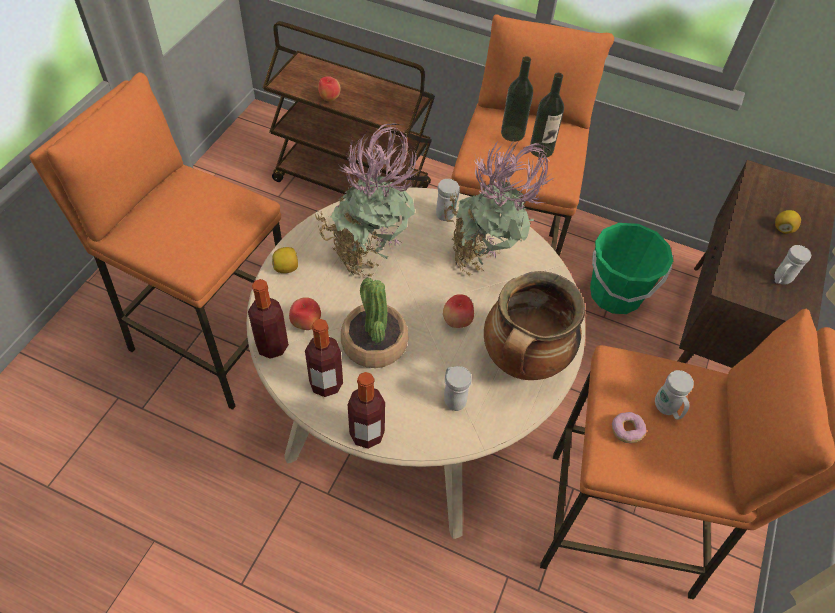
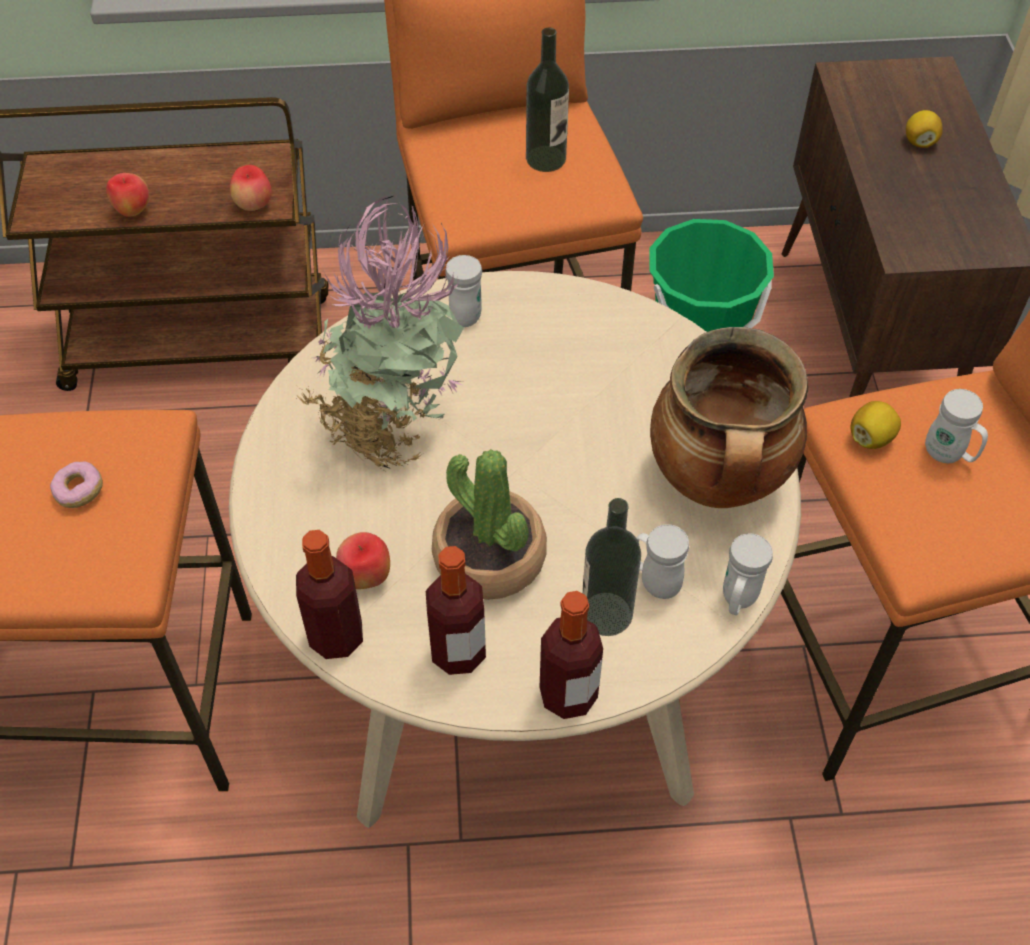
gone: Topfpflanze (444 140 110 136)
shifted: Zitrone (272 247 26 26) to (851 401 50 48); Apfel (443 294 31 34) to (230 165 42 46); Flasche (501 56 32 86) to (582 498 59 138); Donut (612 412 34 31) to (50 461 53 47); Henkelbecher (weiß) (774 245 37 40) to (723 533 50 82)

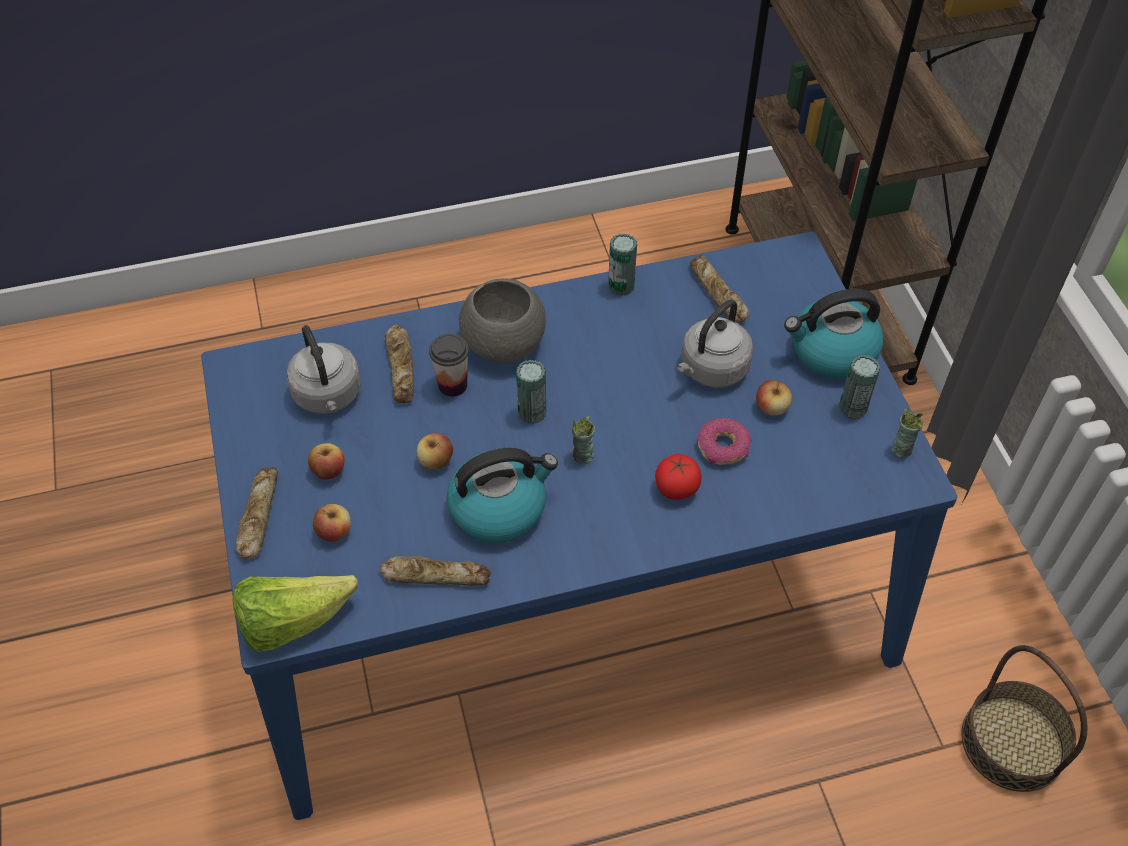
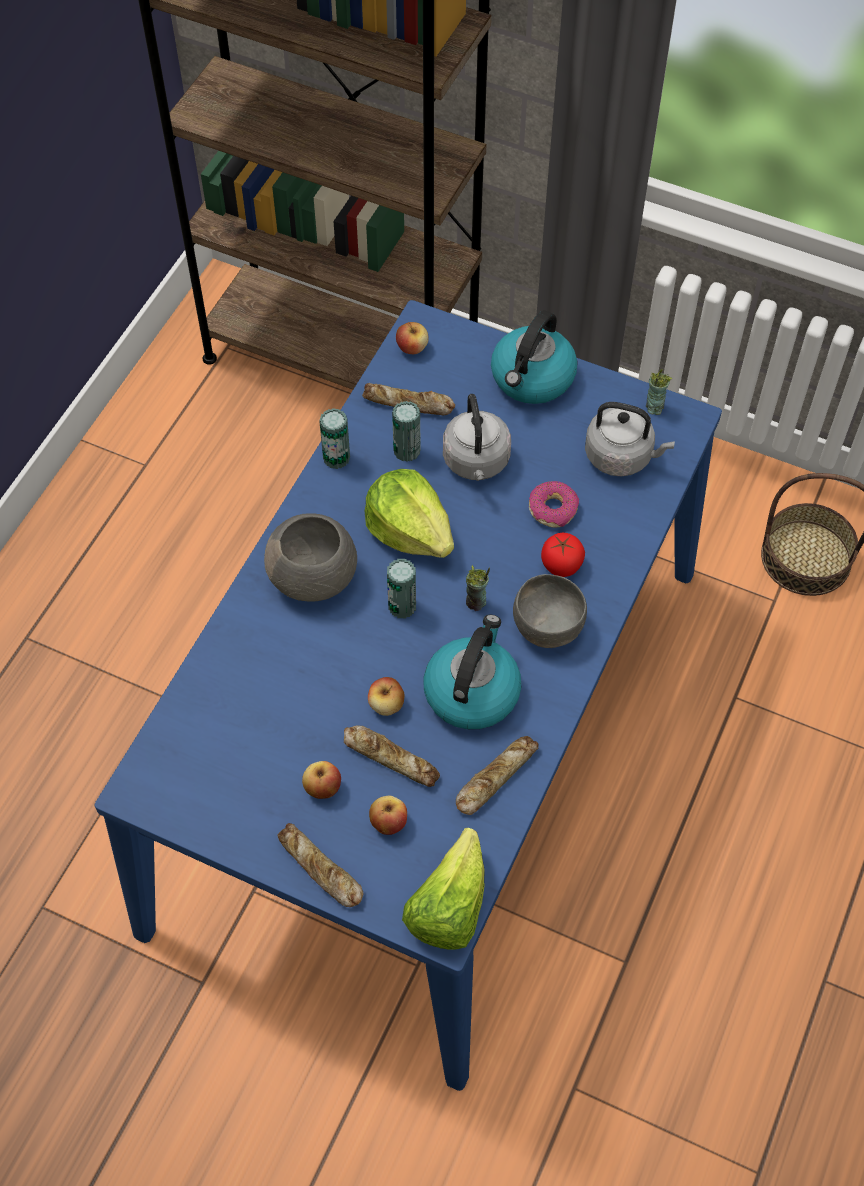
gone: Tasse (429 333 40 64)
new: Salatkopf (365 469 89 89); Schüssel (grau) (513 574 74 74)
shifted: Wasserkessel (grau) (286 325 75 89) to (585 402 90 75); Brot (385 324 29 79) to (344 725 96 62); Apfel (756 380 36 35) to (396 322 33 32); Dose (839 355 41 64) to (392 401 29 61)

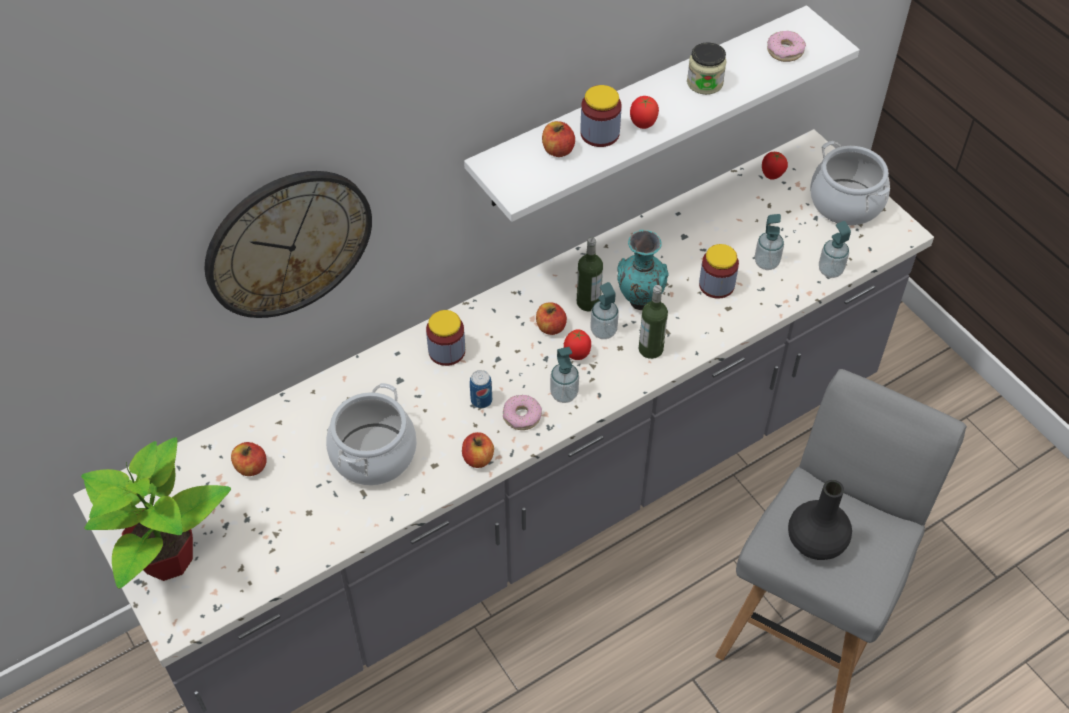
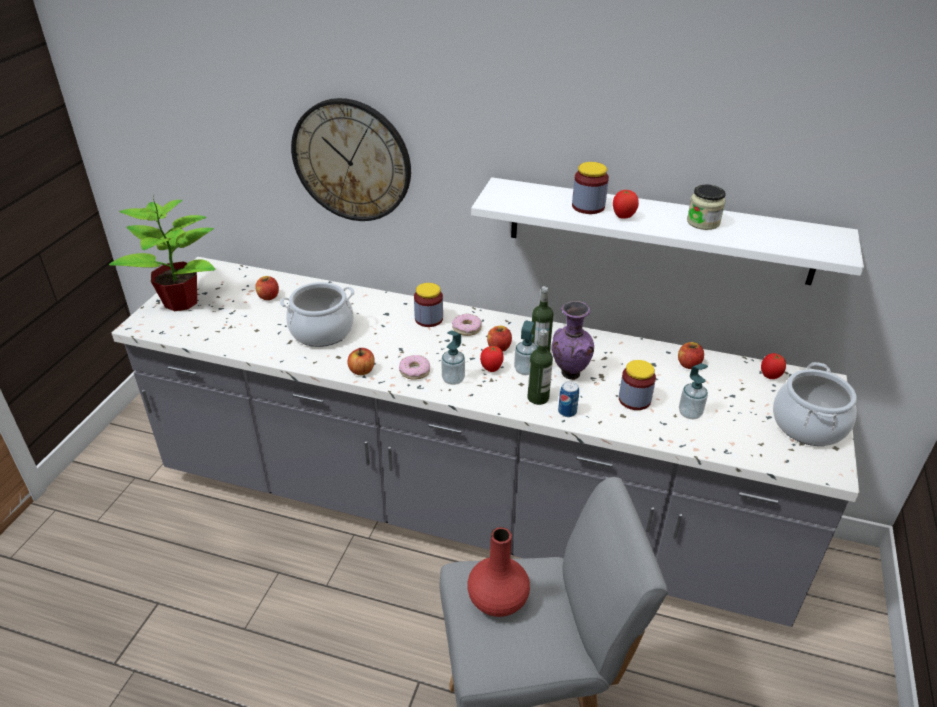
gone: Seifenspender (819 221 32 57)
shifted: Dose (470 370 22 38) to (558 381 21 36); Apfel (542 121 33 36) to (678 342 26 27); Donut (767 31 39 31) to (452 314 30 22)
repainted: Vase (türkis) (617 230 52 80) to Vase (lila) (552 301 42 79); Vase (schwarz) (788 480 64 80) to Vase (rot) (467 527 63 90)

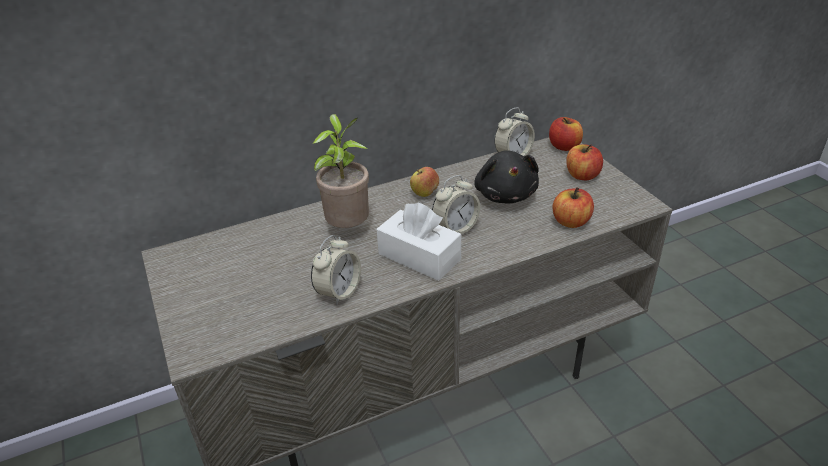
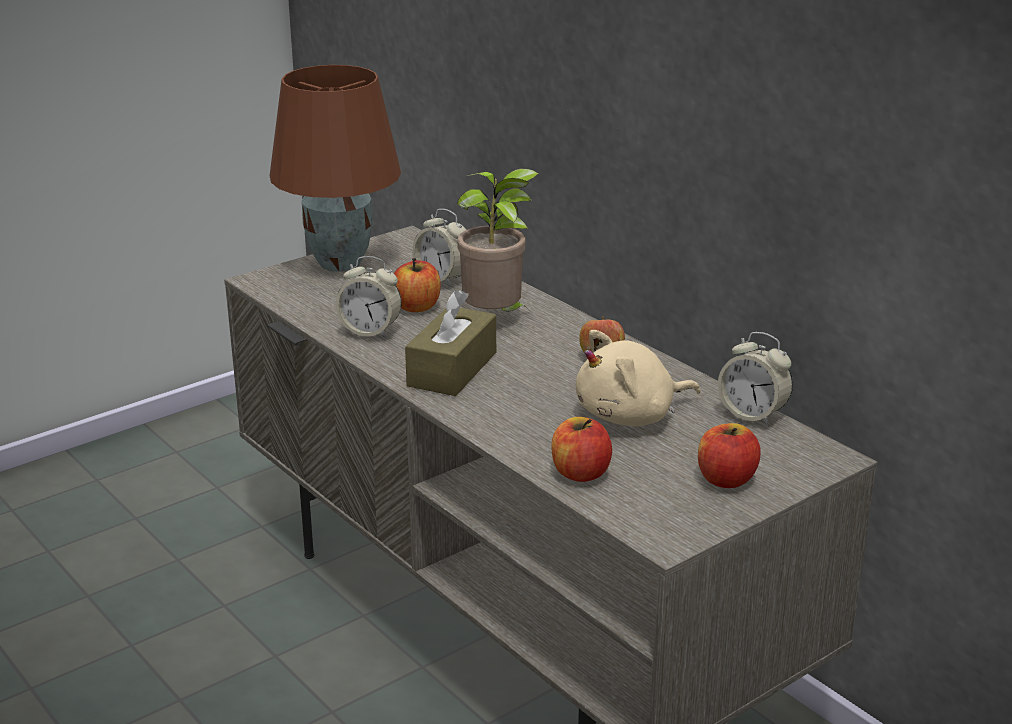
new: Tischlampe (braun) (270 65 131 207)
shifted: Wecker (432 175 48 59) to (412 209 54 79); Apfel (549 117 34 34) to (394 258 47 54)
repainted: Taschentuchbox (weiß) (377 202 84 79) to Taschentuchbox (braun) (405 290 91 106); Plüschtier (schwarz) (474 150 65 54) to Plüschtier (beige) (576 330 125 96)

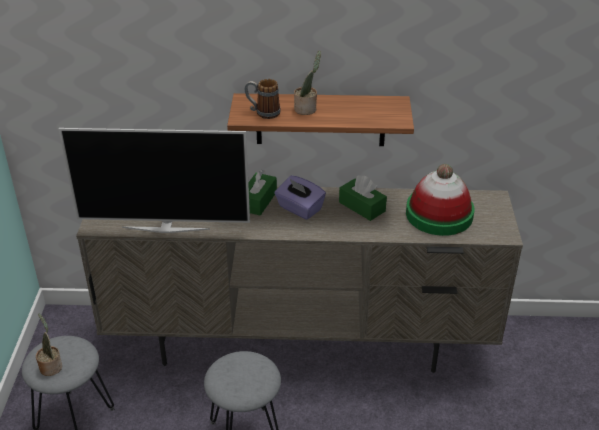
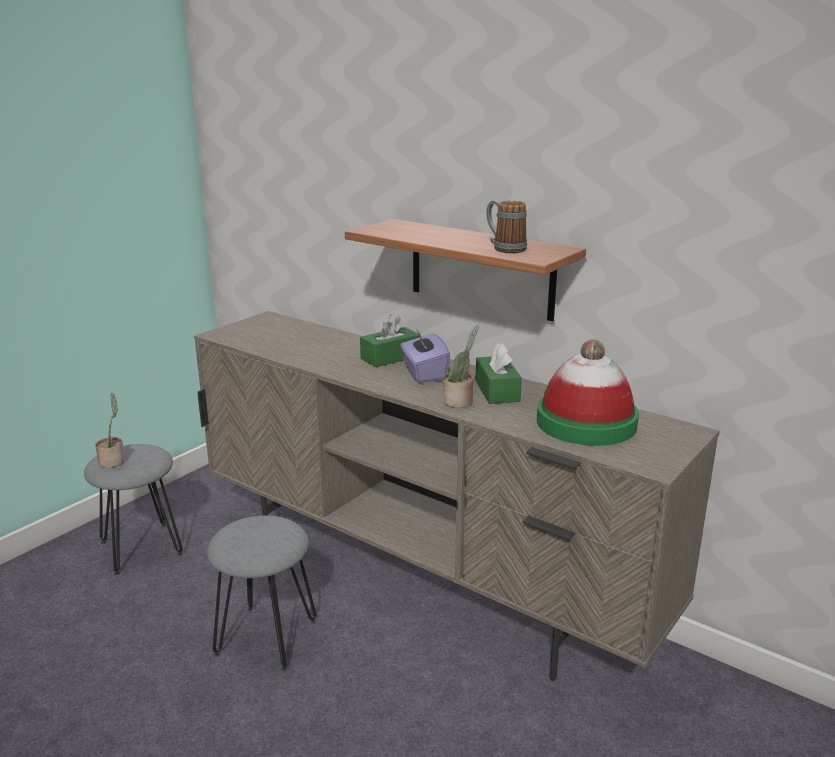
gone: Fernseher (59 128 191 105)
shifted: Henkelbecher (245 79 36 40) to (486 200 41 53); Topfpflanze (294 51 27 64) to (443 325 36 83)

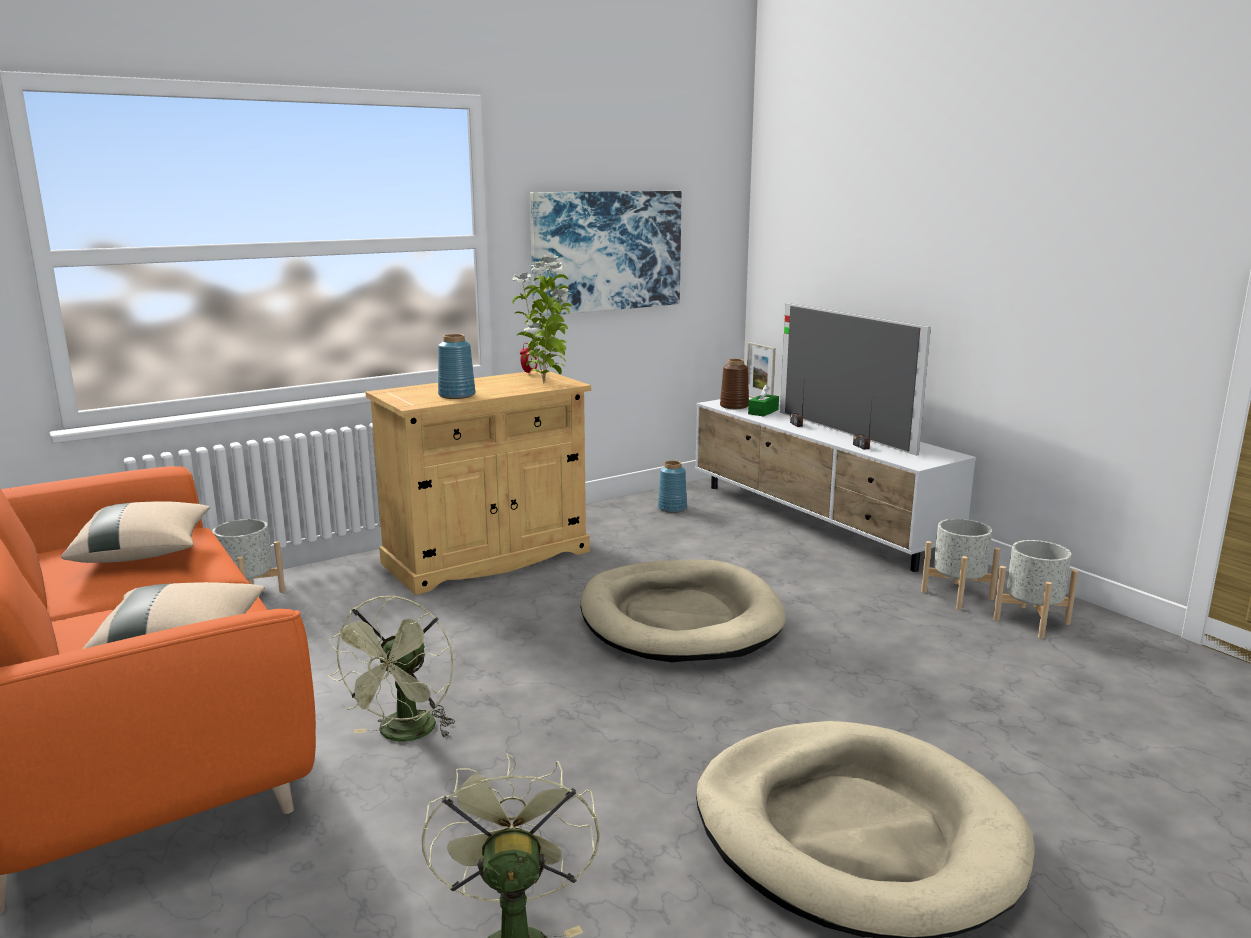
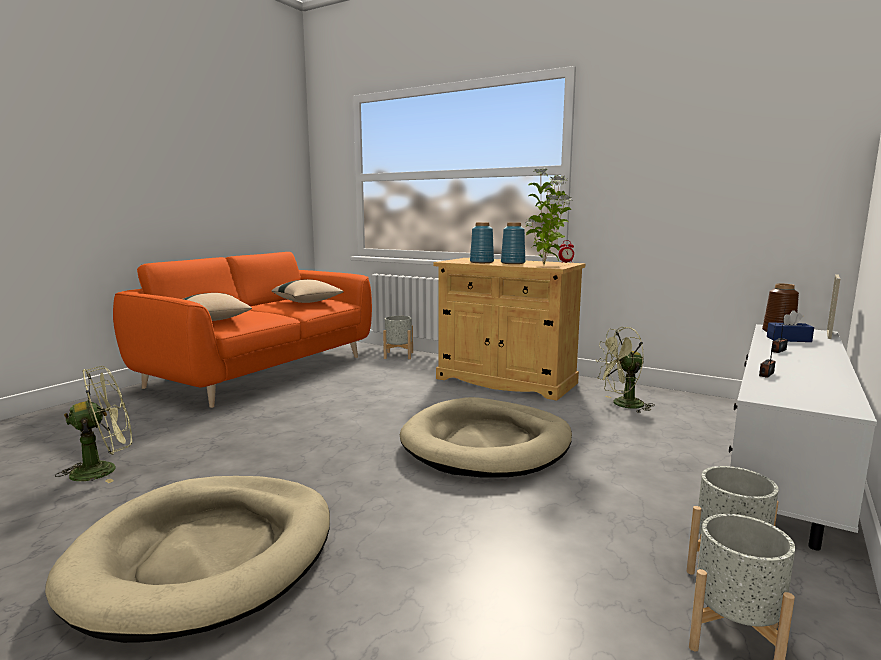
gone: Bild (530 191 152 126); Fernseher (780 303 151 153)
shifted: Ventilator (grün) (328 595 127 146) to (596 327 59 86); Vase (blau) (658 460 29 53) to (501 222 24 42)
repainted: Taschentuchbox (grün) (748 384 31 33) to Taschentuchbox (blau) (767 310 47 32)

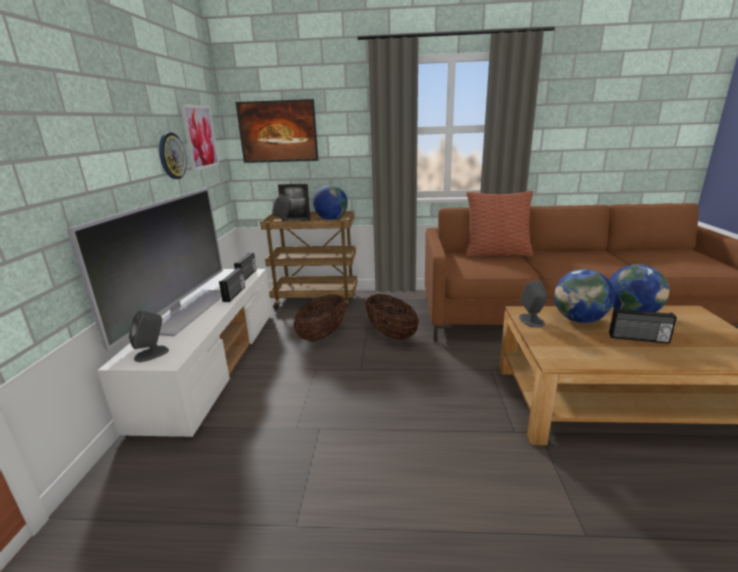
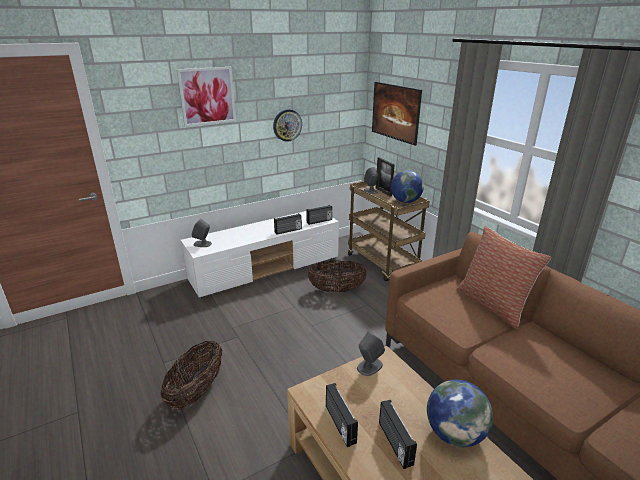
gone: Fernseher (67 187 156 164); Globus (554 269 61 54)
new: Radio (326 383 32 64)
shifted: Bild (180 104 39 67) to (177 67 59 60); Korb (366 294 53 46) to (161 341 61 68)

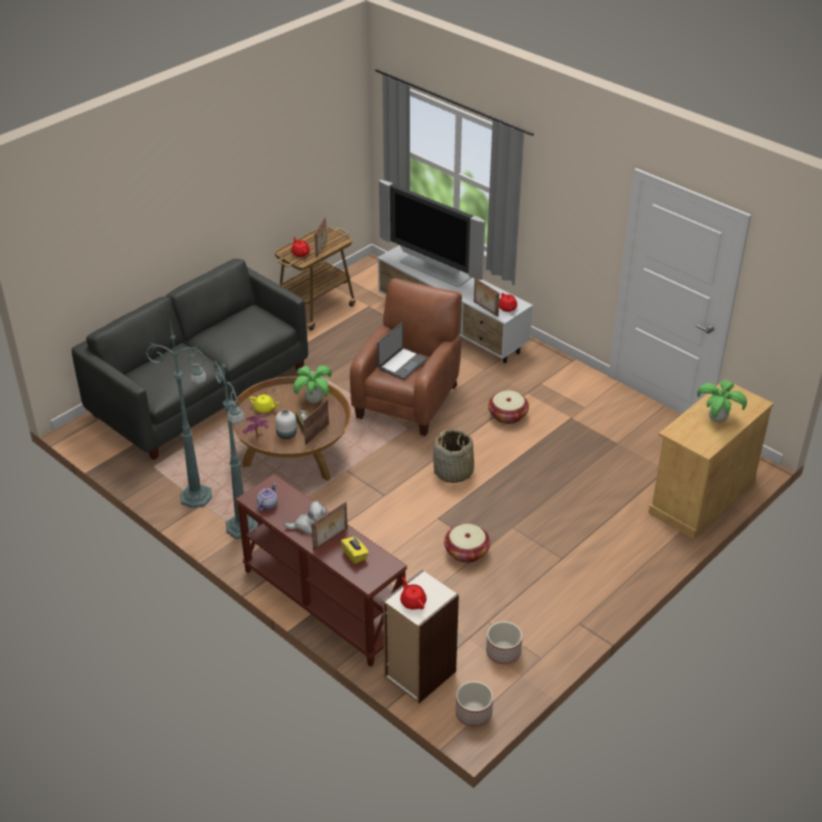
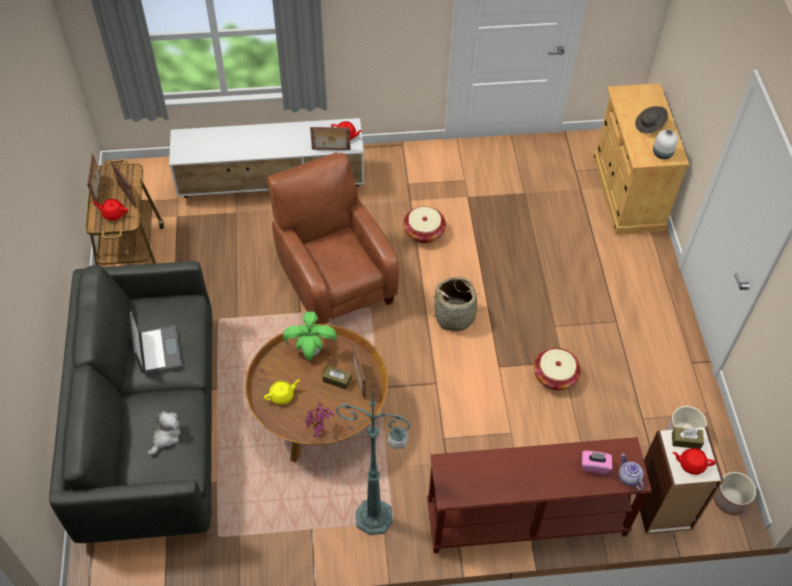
gone: Stehlampe (grün) (146 320 66 188); Fernseher (379 180 106 107)
new: Taschentuchbox (braun) (672 427 32 22)
shifted: Teekanne (257 483 21 28) to (619 453 25 37); Vase (weiß) (275 409 22 30) to (653 129 25 30); Plüschtier (285 501 42 34) to (148 411 33 44); Bilderrahmen (311 502 37 49) to (87 153 14 53); Laptop (377 323 51 57) to (130 311 52 64)
swapped: Topfpflanze (697 380 50 43) to Hut (grau) (635 106 33 27)
repainted: Taschentuchbox (gelb) (341 536 28 28) to Taschentuchbox (rosa) (582 451 30 23)

